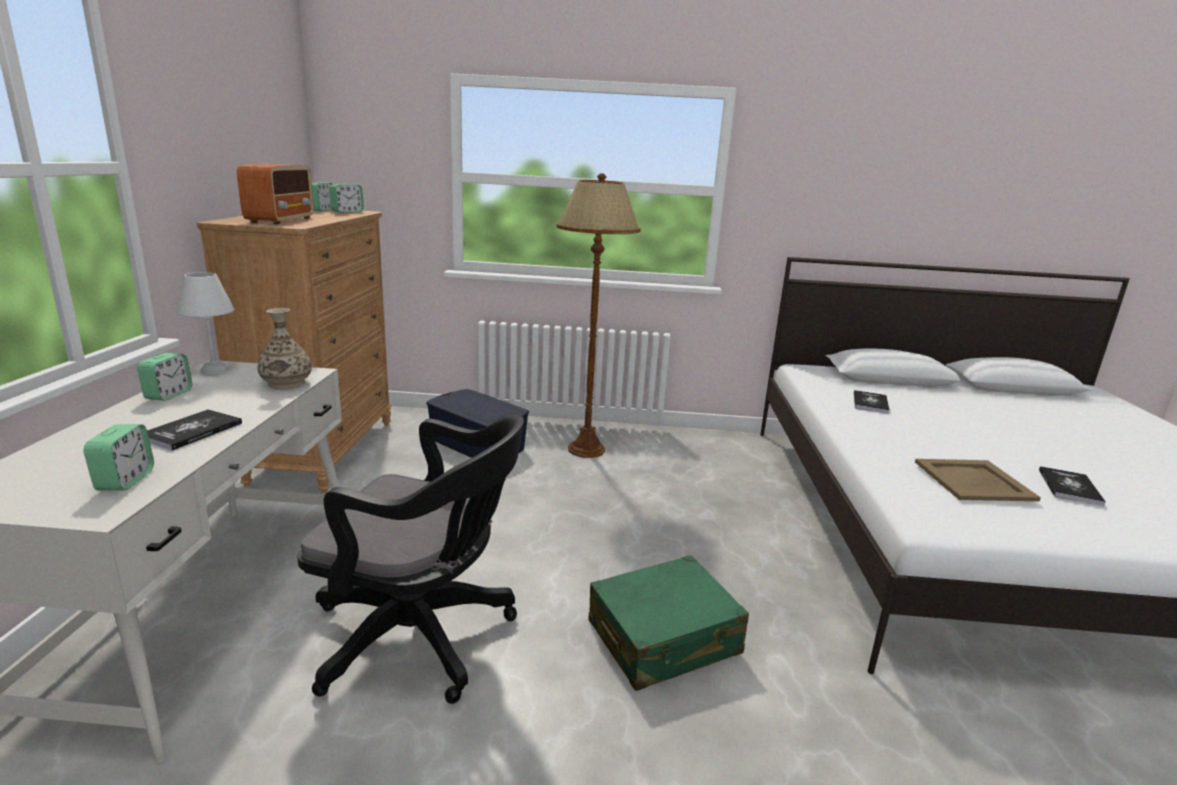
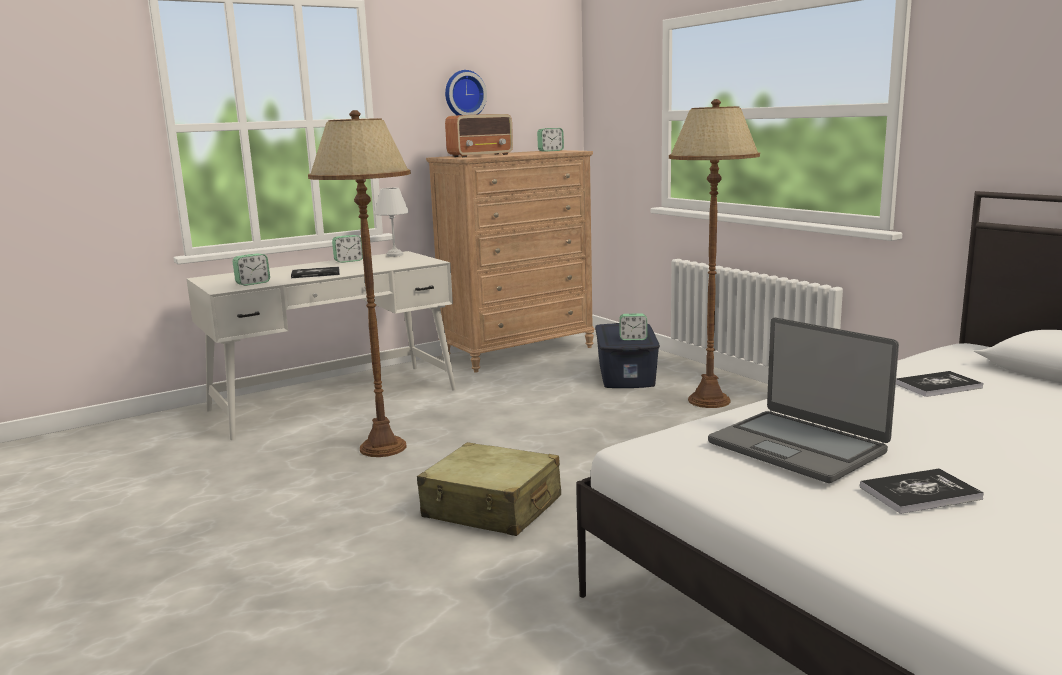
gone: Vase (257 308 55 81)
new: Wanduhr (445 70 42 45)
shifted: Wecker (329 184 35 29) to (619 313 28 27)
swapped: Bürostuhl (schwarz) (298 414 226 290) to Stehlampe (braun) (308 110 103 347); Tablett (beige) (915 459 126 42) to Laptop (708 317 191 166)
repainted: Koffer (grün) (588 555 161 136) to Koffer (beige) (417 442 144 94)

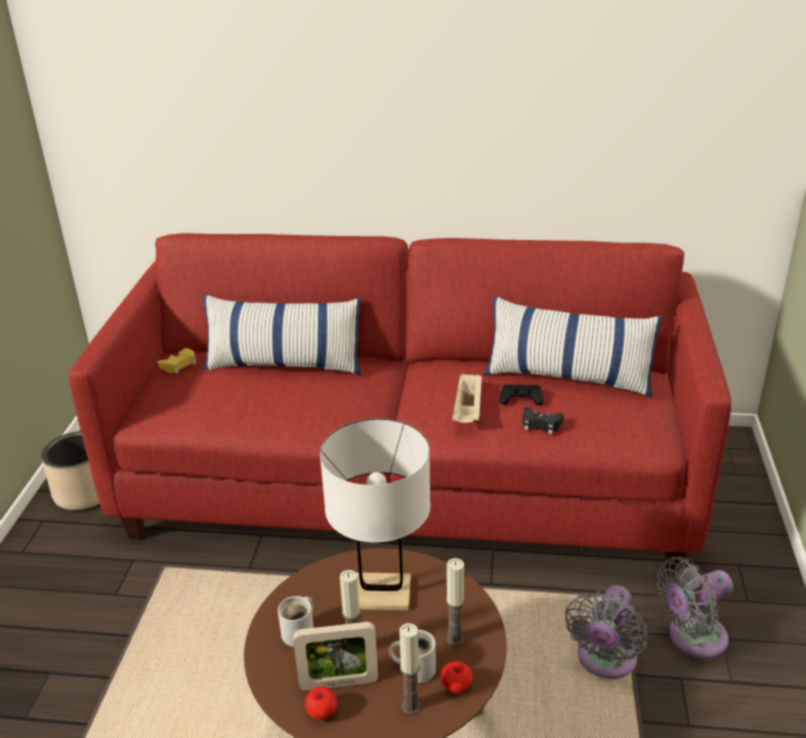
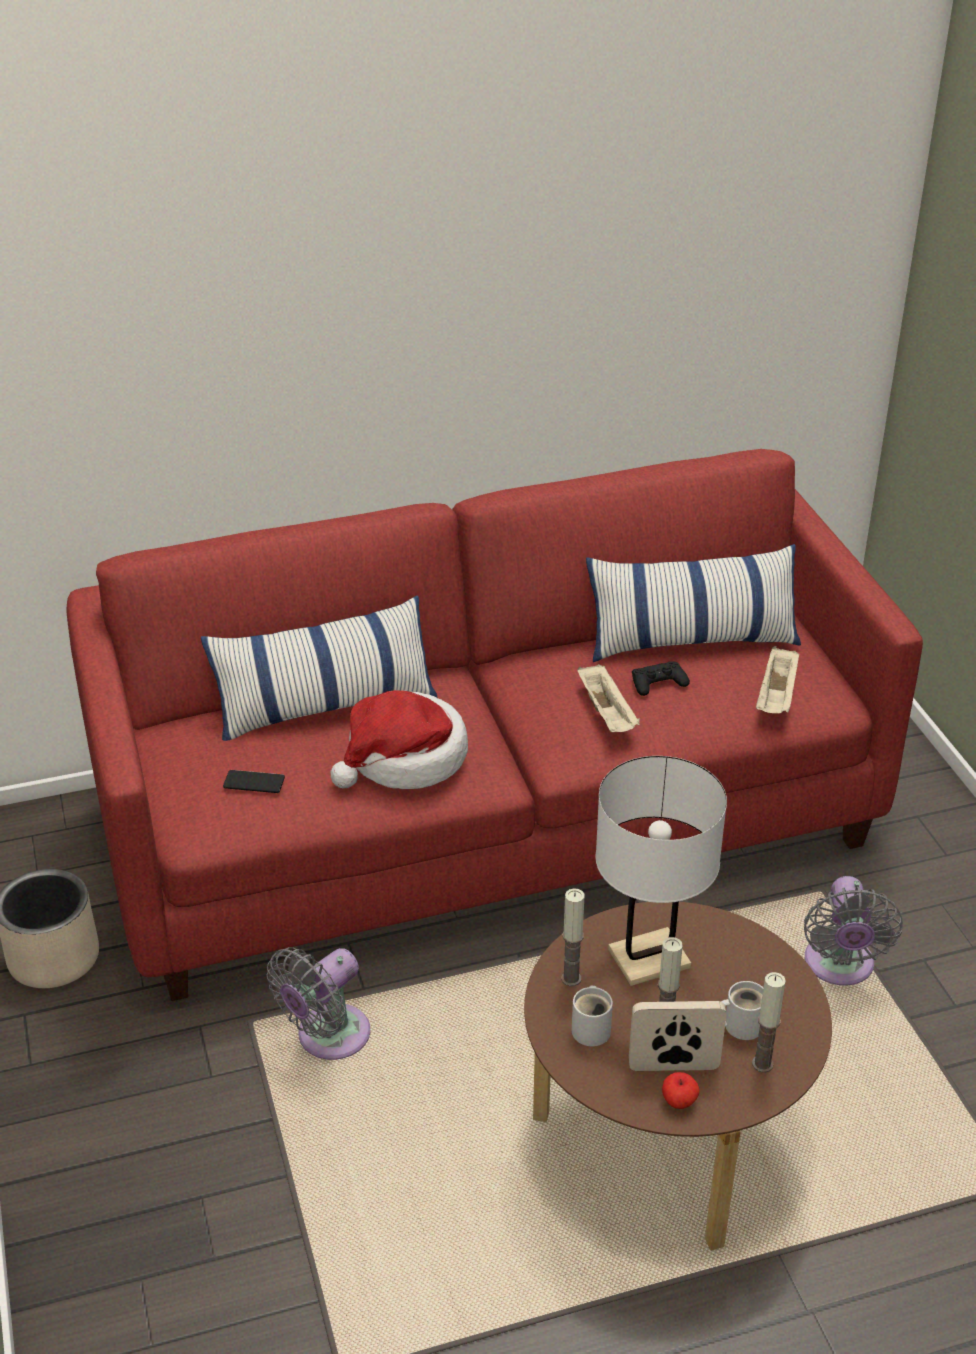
gone: Gamepad (gelb) (158 348 38 26); Apfel (441 661 32 32); Gamepad (schwarz) (522 407 42 27)
new: Handy (223 770 62 23); Hut (330 690 138 99); Tablett (beige) (756 646 44 67)
shifted: Kerze (446 558 19 88) to (561 888 23 98); Ventilator (grau) (657 557 76 102) to (267 947 103 113)
rotated: Bilderrahmen (293 622 85 69) = (629 1001 97 70) 150 degrees counterclockwise

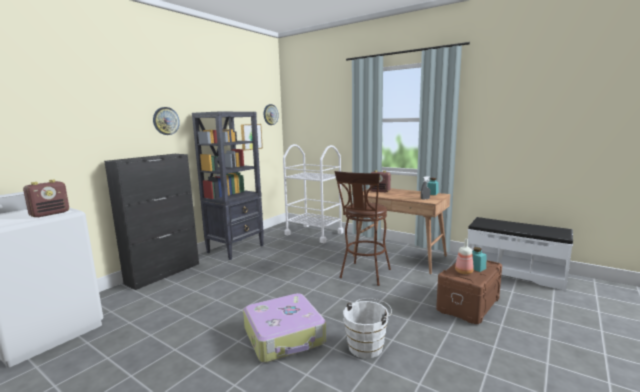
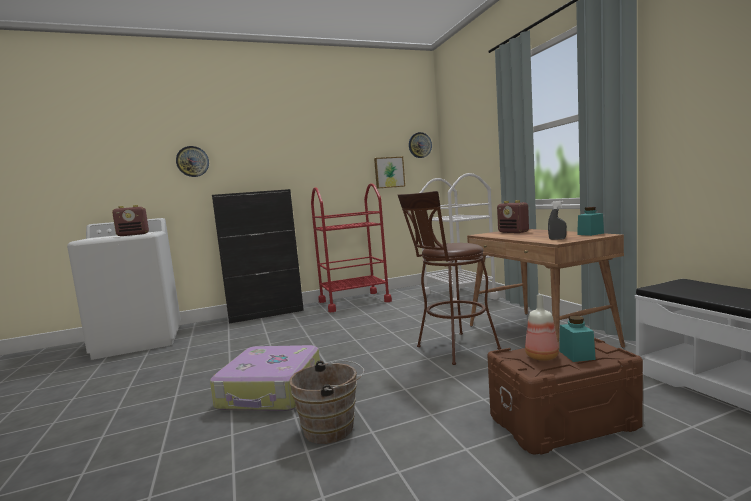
shifted: Wanduhr (153 107 27 28) to (176 146 33 31)
swapped: Bücherregal (schwarz) (192 112 72 148) to Rollwagen (rot) (311 183 81 129)
repainted: Eimer (weiß) (343 298 49 61) to Eimer (braun) (289 361 75 83)

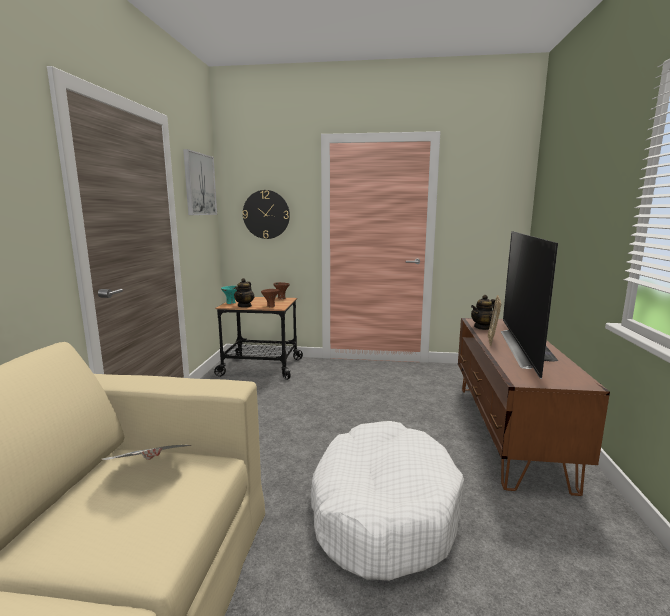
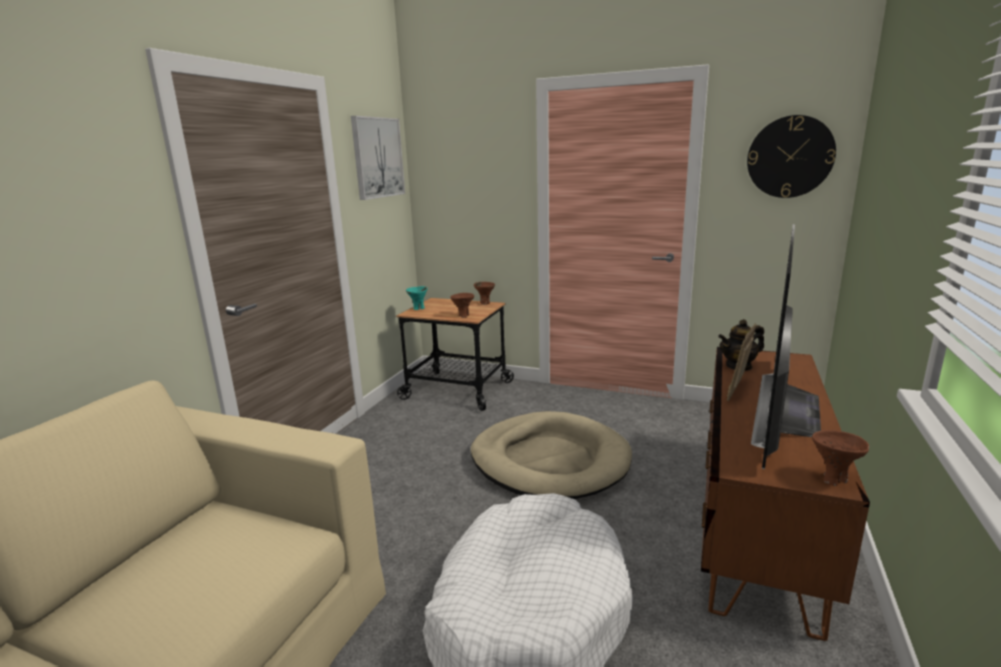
gone: Zeitung (102 445 90 15); Teekanne (234 278 21 30)
new: Hundebett (beige) (471 411 161 88); Schüssel (braun) (812 430 57 56)
shifted: Wanduhr (242 190 48 49) to (747 115 89 83)

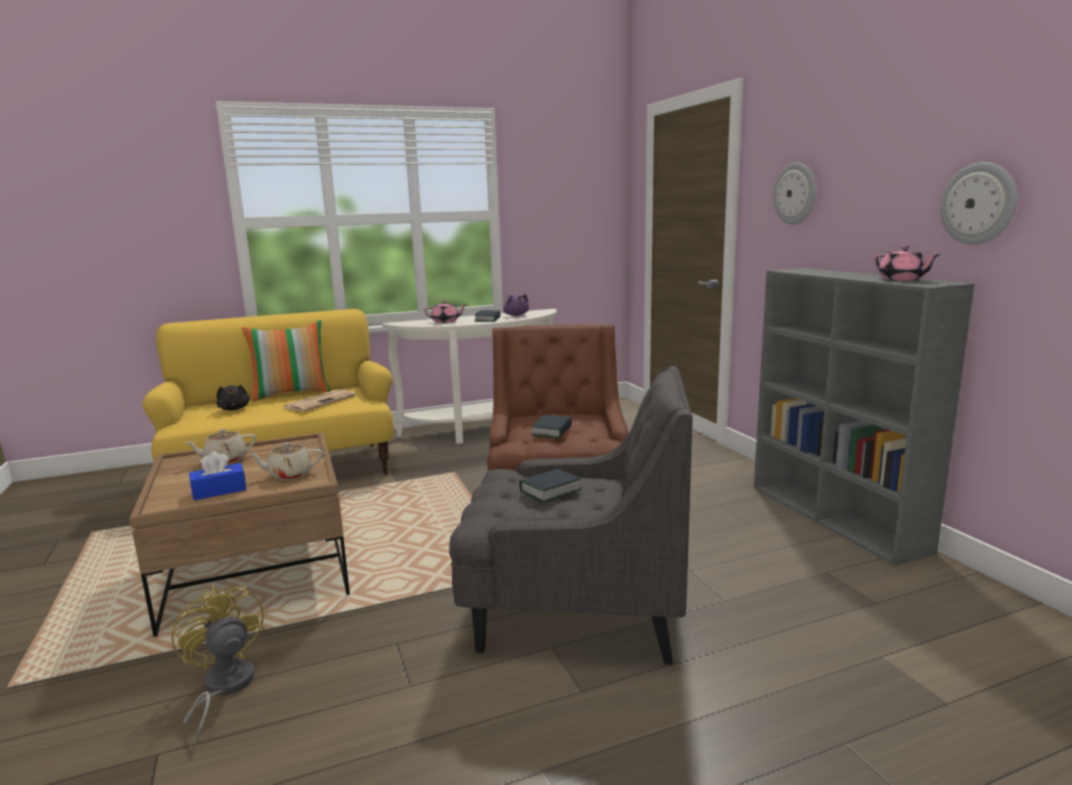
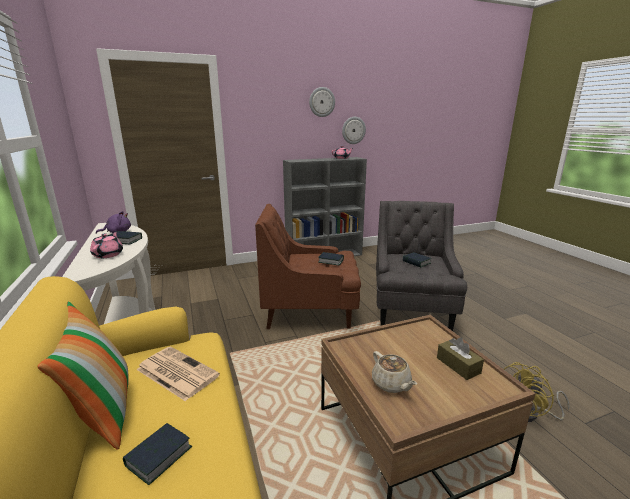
gone: Teekanne (beige) (248 442 75 38)
shifted: Wanduhr (773 163 43 61) to (309 87 26 30)
swapped: Plüschtier (schwarz) (216 385 34 25) to Buch (123 423 69 62)
repainted: Taschentuchbox (blau) (189 451 58 50) to Taschentuchbox (braun) (437 337 47 43)

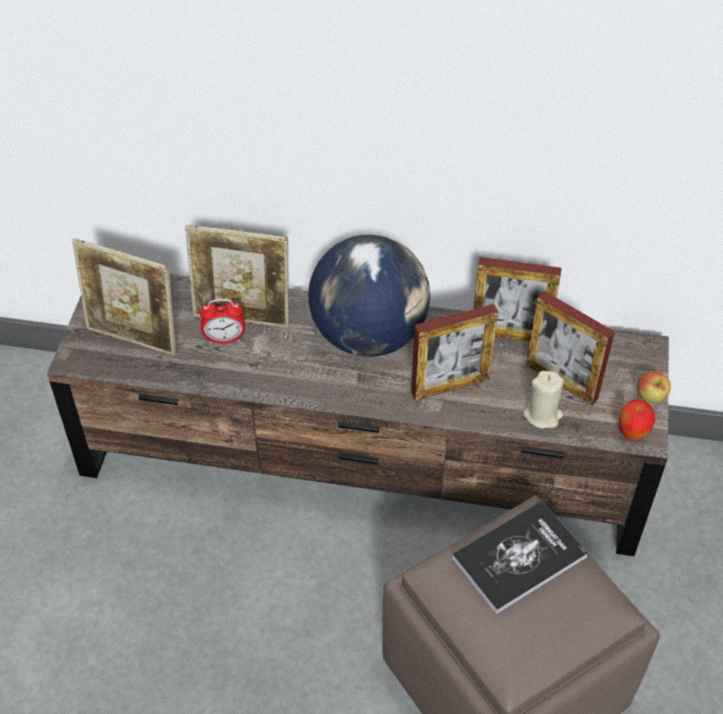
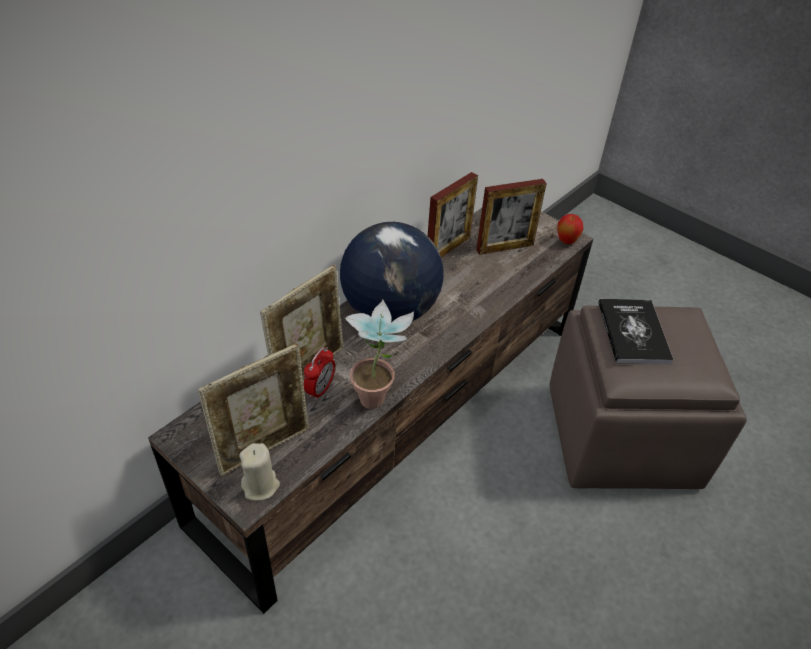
gone: Bilderrahmen (411 304 87 96); Apfel (637 371 34 32)
new: Topfpflanze (345 300 69 109)
shifted: Kerze (beige) (523 371 41 57) to (239 443 41 58)

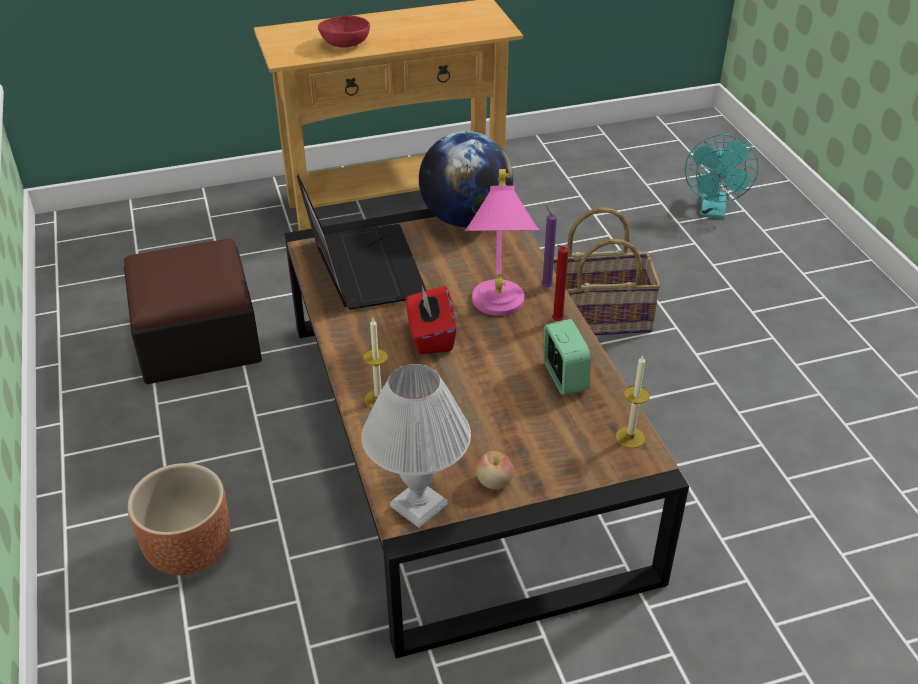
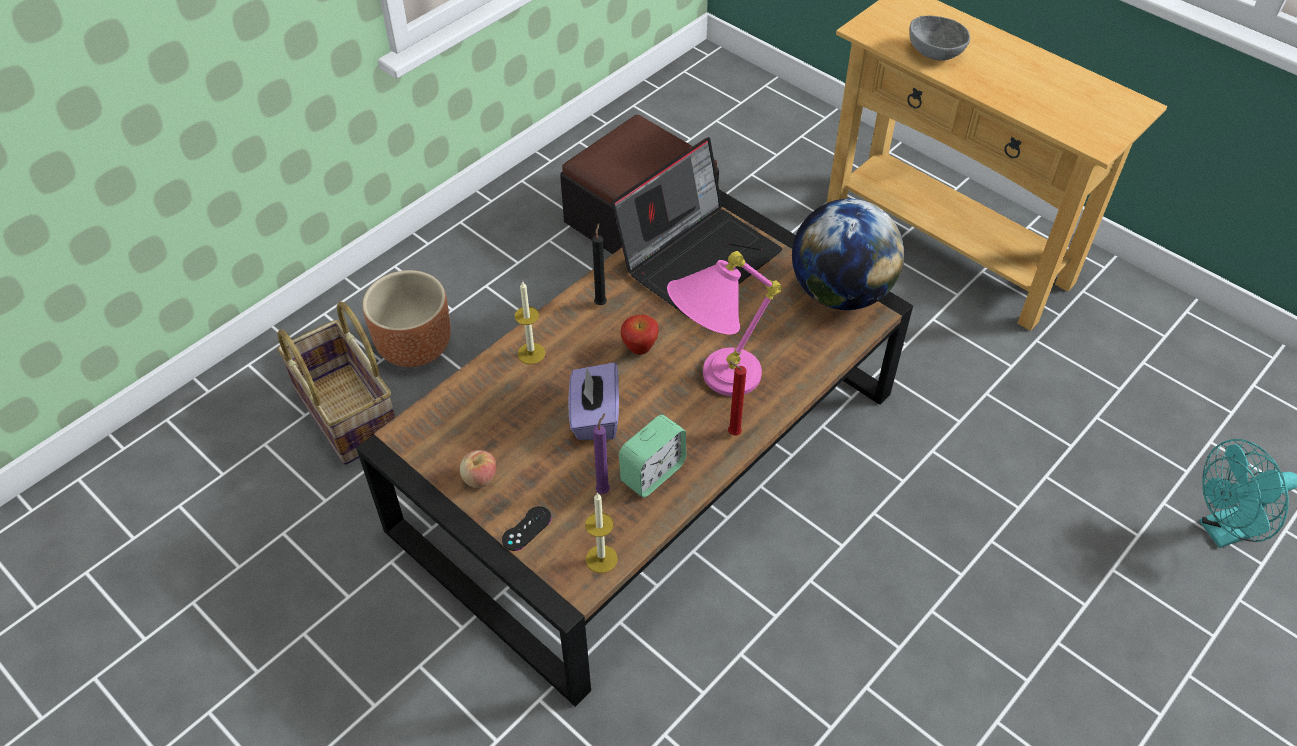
gone: Tischlampe (weiß) (362 364 109 164)
new: Gamepad (schwarz) (502 506 49 45); Taschentuchbox (lila) (569 363 50 77); Kerze (schwarz) (592 223 15 82)
shifted: Kerze (lila) (541 204 16 84) to (593 413 17 81); Korb (553 207 108 129) to (277 302 118 163)
swapped: Taschentuchbox (rot) (406 286 50 68) to Apfel (621 315 38 40)
repainted: Schüssel (rot) (318 16 52 31) to Schüssel (grau) (909 16 61 44)

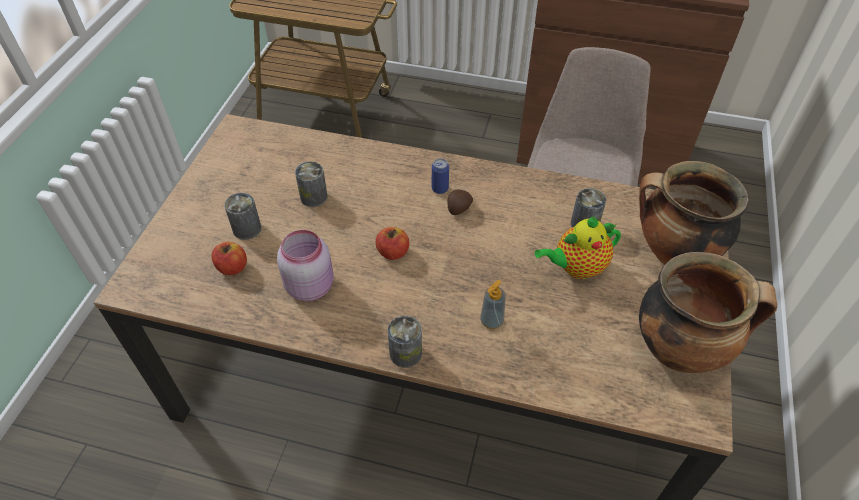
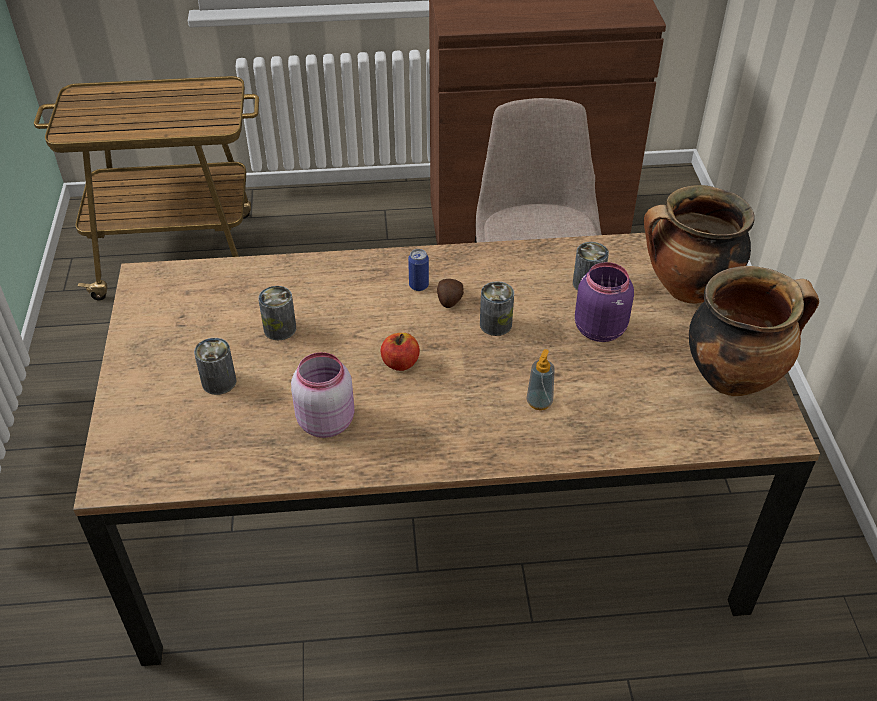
gone: Apfel (211 242 36 33)
shifted: Dose (388 316 34 52) to (480 281 34 55)
swapped: Teekanne (535 216 86 63) to Vorratsglas (lila) (575 262 59 80)

